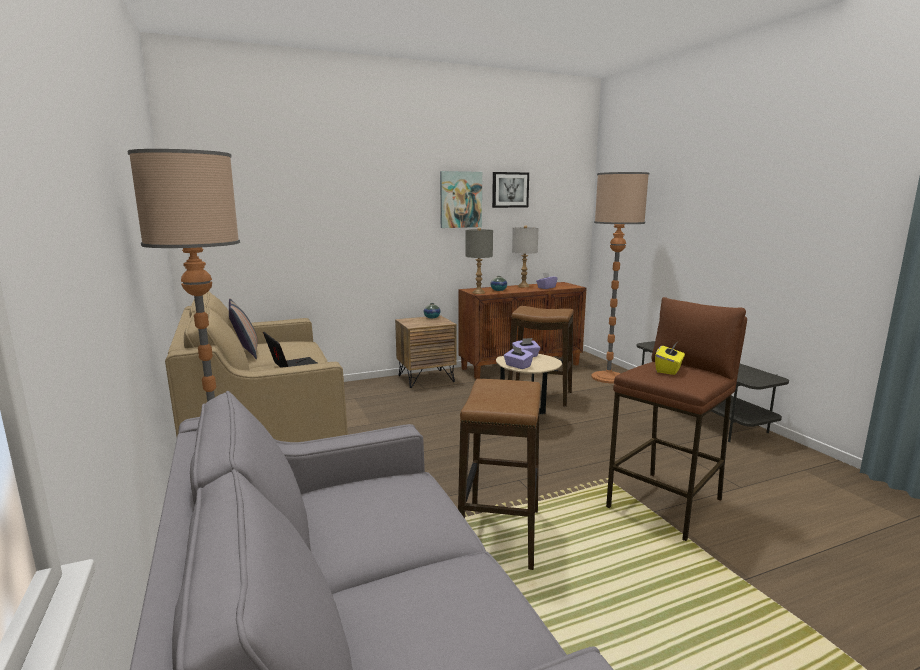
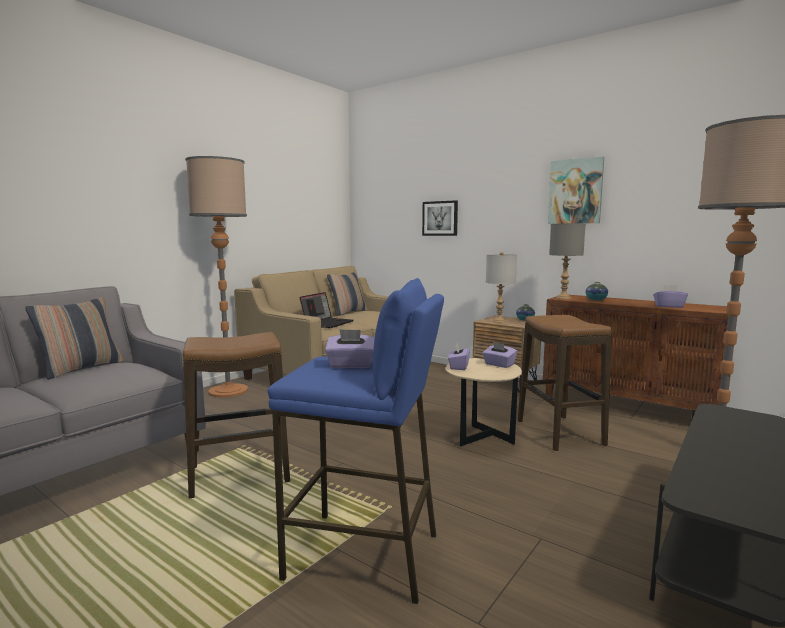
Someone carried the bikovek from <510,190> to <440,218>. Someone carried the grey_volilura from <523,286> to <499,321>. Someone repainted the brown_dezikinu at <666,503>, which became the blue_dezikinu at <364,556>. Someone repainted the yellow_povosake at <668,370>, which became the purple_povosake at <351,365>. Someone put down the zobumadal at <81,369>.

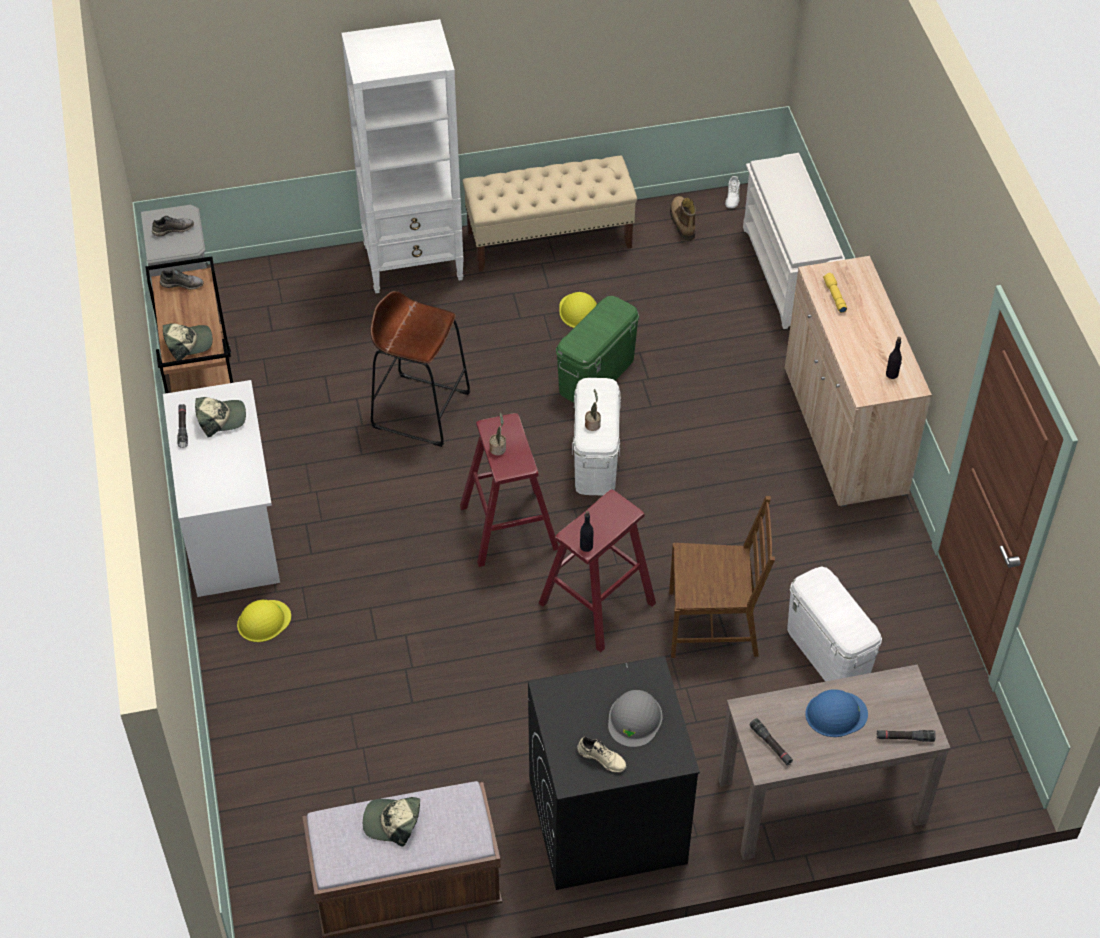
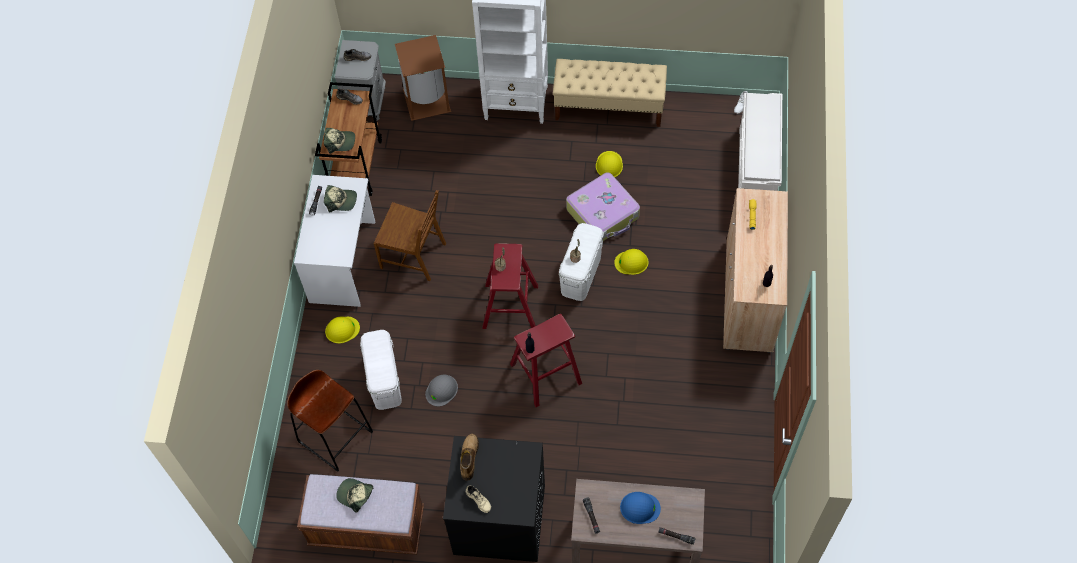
Someone carried the brown_dezikinu from <420,409> to <335,436>. Someone swapped the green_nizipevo at <596,374> for the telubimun at <603,213>. Someone carried the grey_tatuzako from <635,719> to <441,390>. Someone carried the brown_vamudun from <714,624> to <414,255>. Someone carried the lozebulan from <682,222> to <468,458>. Someone carried the white_nizipevo from <828,652> to <384,381>. Someone put down the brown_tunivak at <427,99>. Someone put down the yellow_tatuzako at <631,262>.

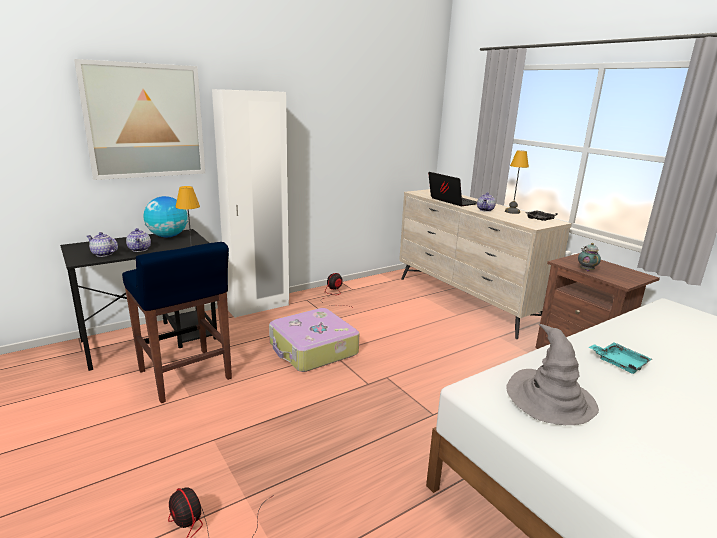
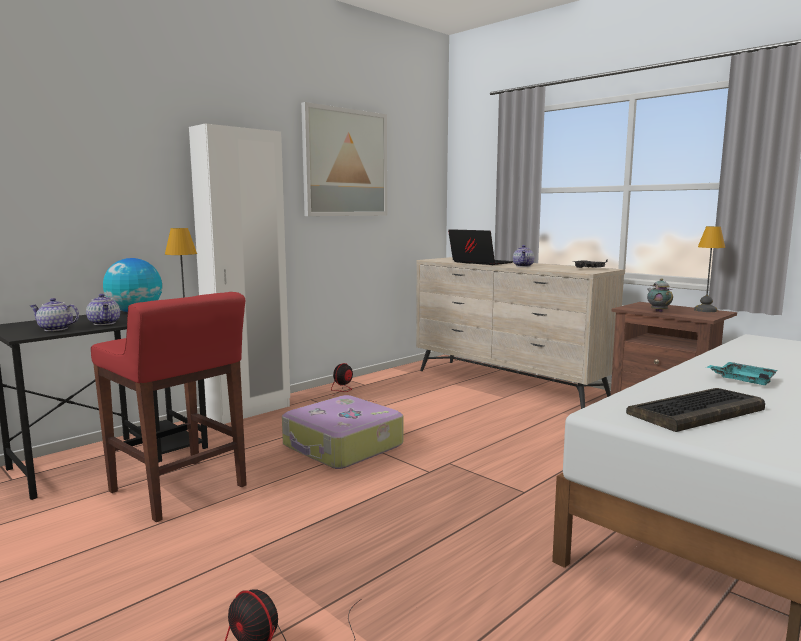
Someone carried the bikovek from <145,121> to <345,163>. Someone repainted the blue_dezikinu at <185,376>, which became the red_dezikinu at <179,490>. Someone carried the volilura from <511,211> to <704,310>. Someone swapped the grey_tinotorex at <550,400> for the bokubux at <696,412>.

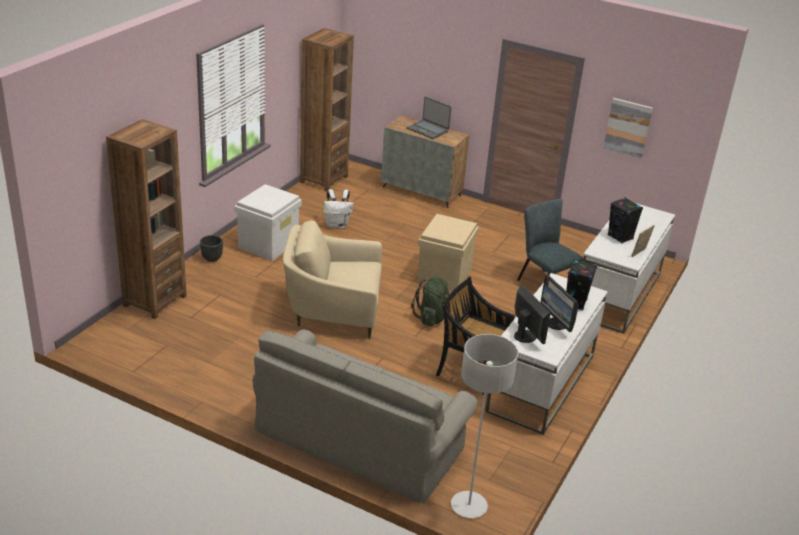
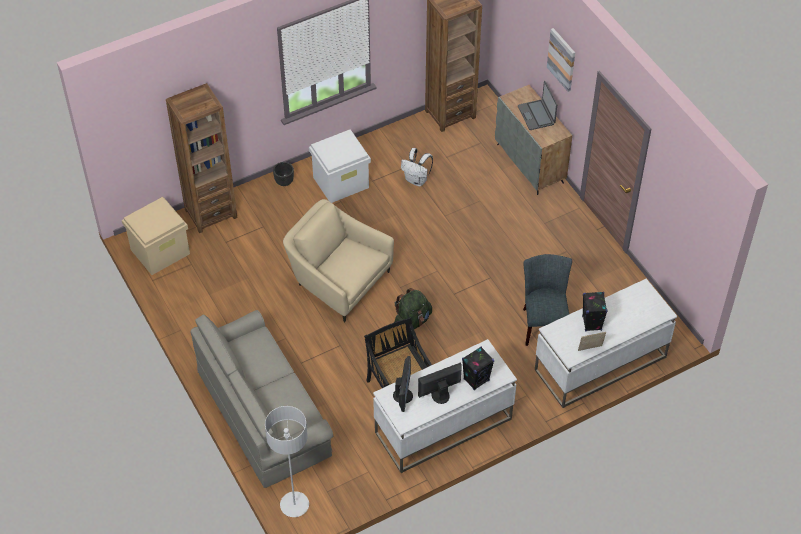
Someone carried the beige_nizipevo from <444,274> to <160,251>. Someone rotated the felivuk at <557,324> by 60 degrees clockwise. Someone carried the bikovek from <628,127> to <562,59>.

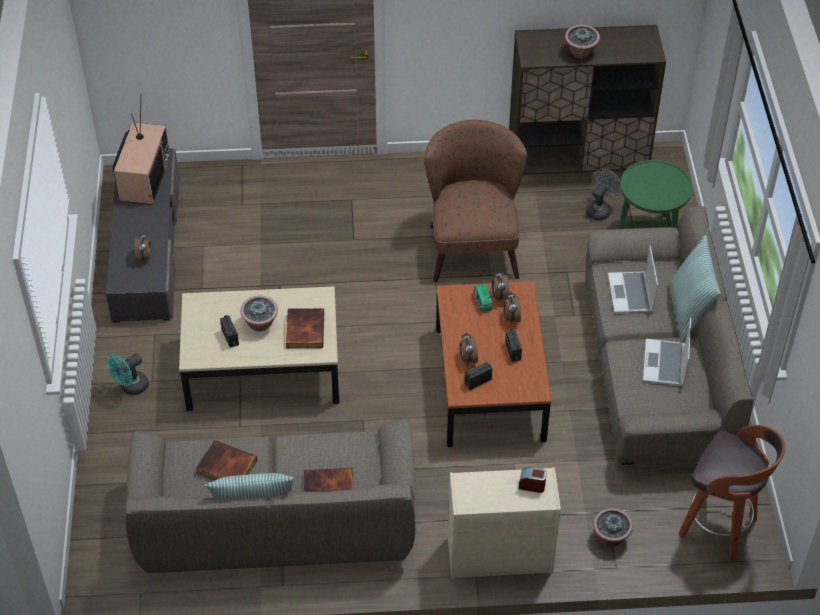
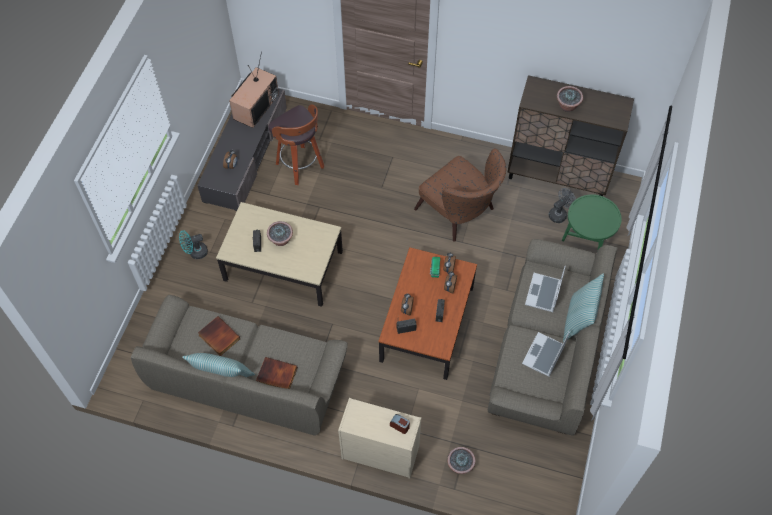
Someone took away the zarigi at <304,330>. Someone rotated the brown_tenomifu at <472,243> by 120 degrees clockwise. Someone carried the dezikinu from <720,528> to <301,166>.

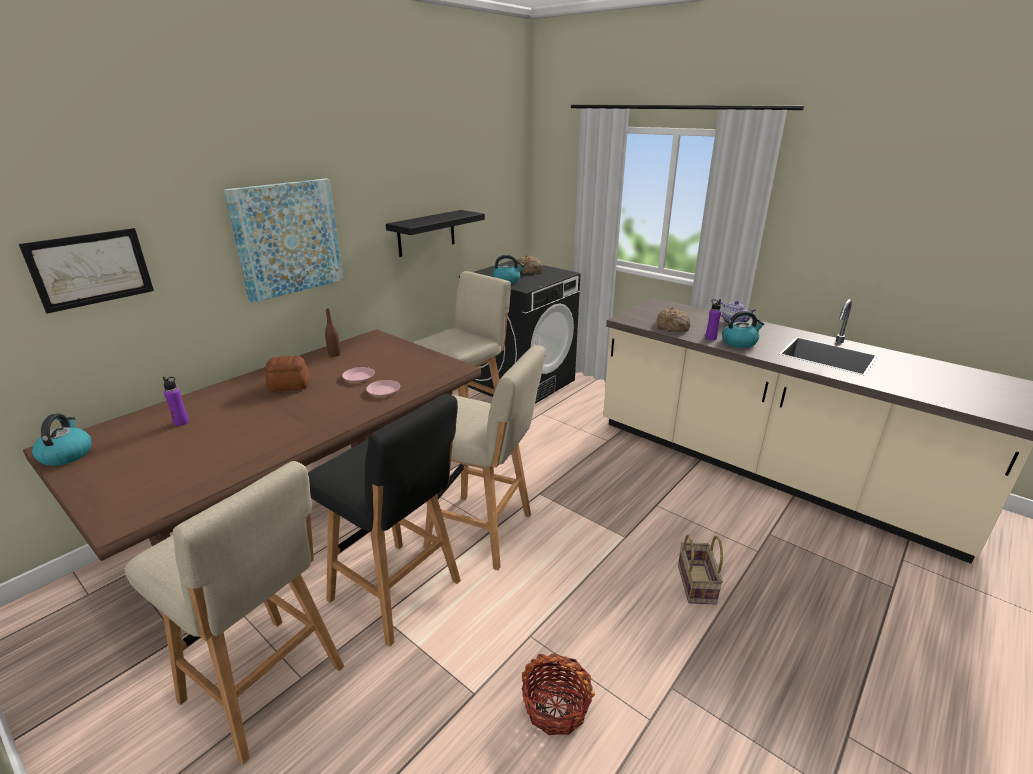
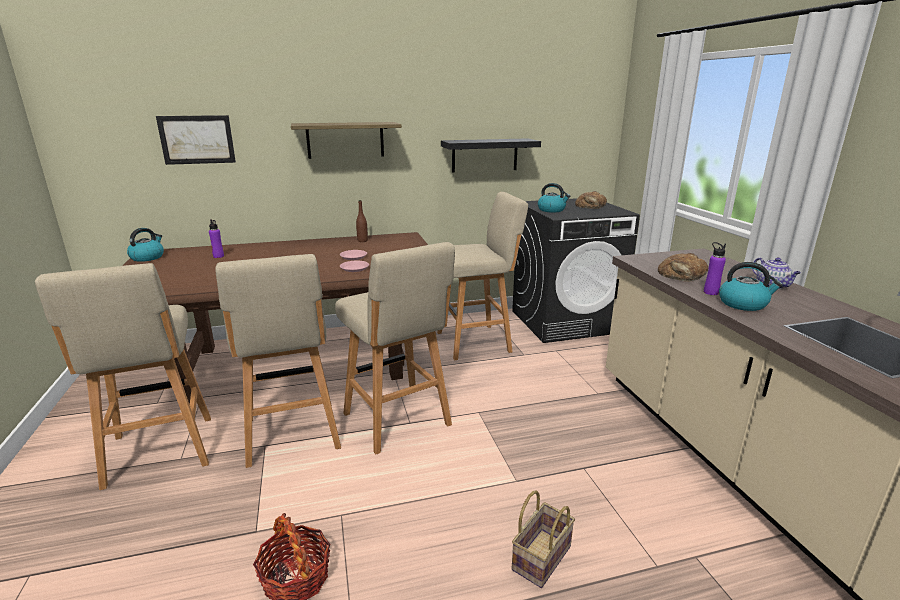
Someone swapped the bikovek at <288,238> for the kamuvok at <345,140>. Someone took away the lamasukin at <290,386>. Someone repainted the black_dezikinu at <398,592>, which became the beige_dezikinu at <292,435>.

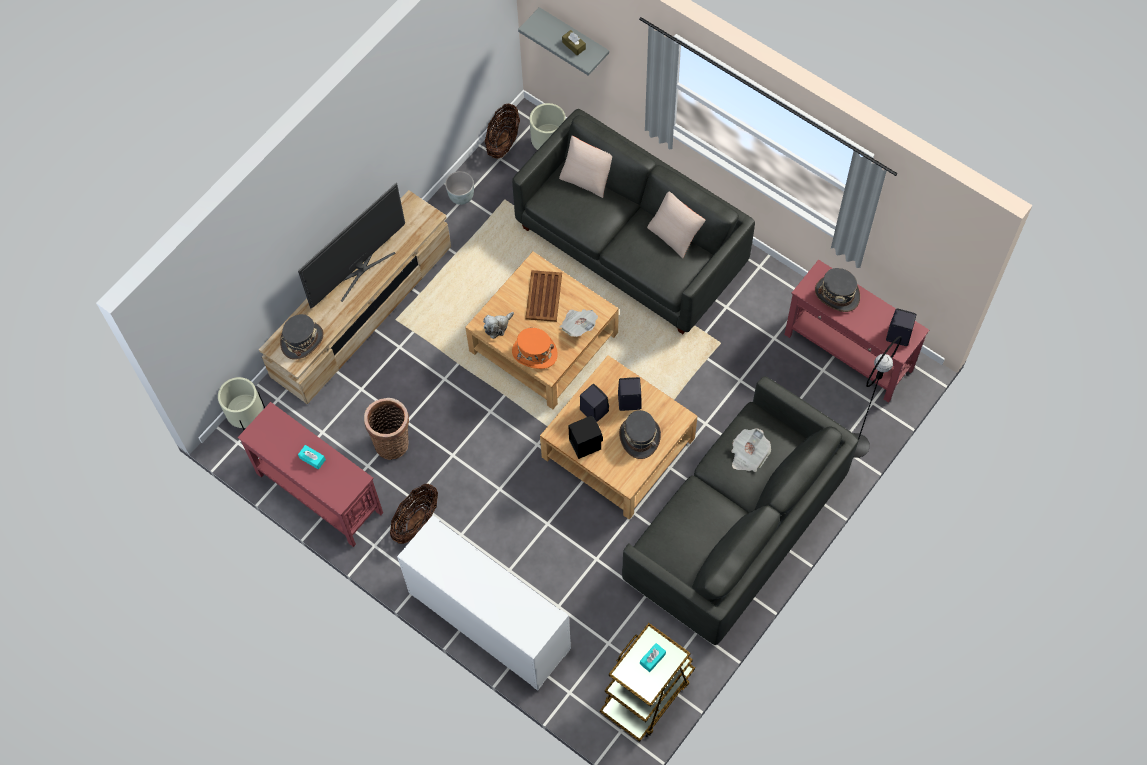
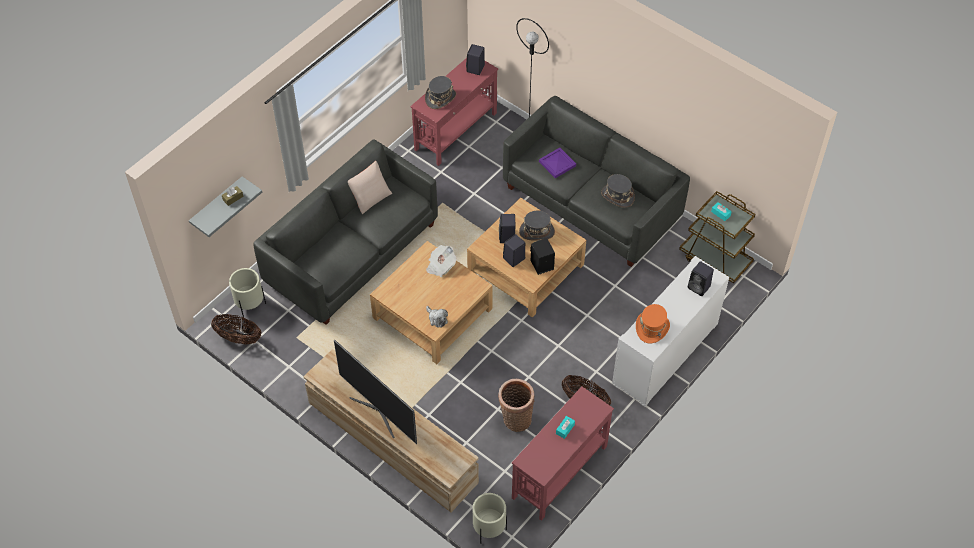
Someone carried the grey_tinotorex from <302,340> to <617,196>. Someone took away the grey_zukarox at <461,196>. Someone carried the orange_tinotorex from <534,353> to <652,328>. Someone took away the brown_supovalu at <543,297>. Someone took away the beige_zobumadal at <587,177>. Someone swapped the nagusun at <748,455> for the purple_supovalu at <558,164>. Someone put down the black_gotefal at <699,287>.

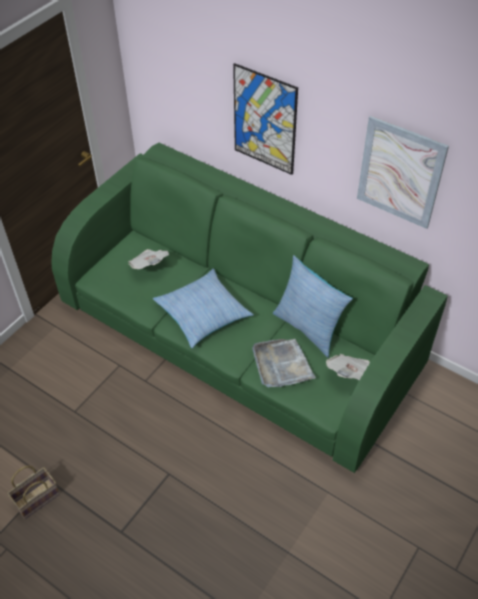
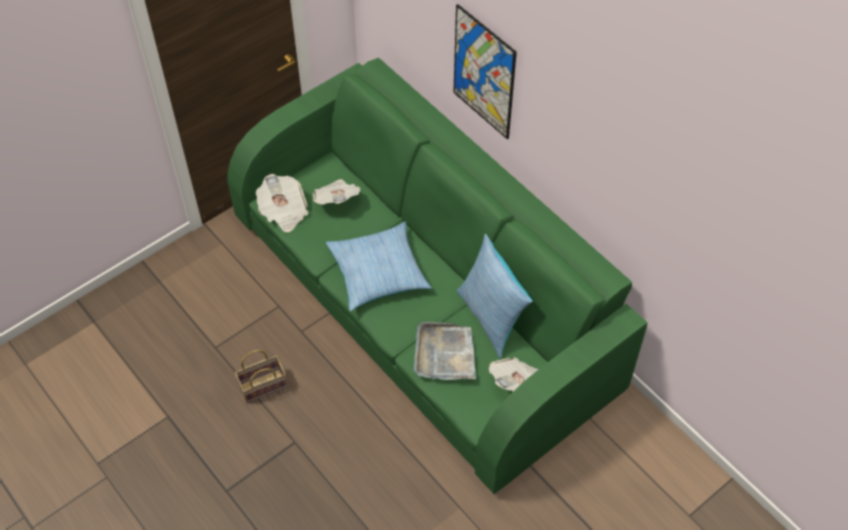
Someone carried the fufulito from <37,497> to <264,385>. Someone took away the bikovek at <400,173>. Someone put down the nagusun at <283,211>.

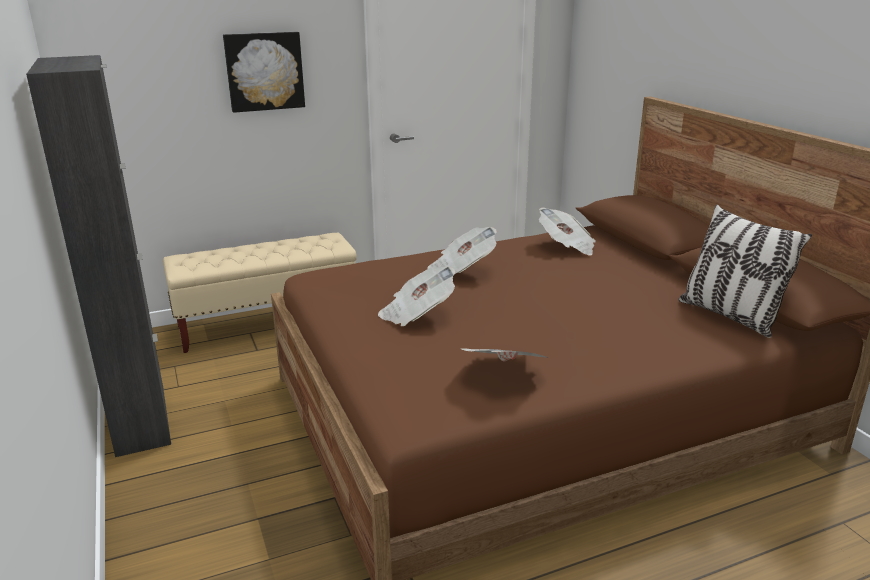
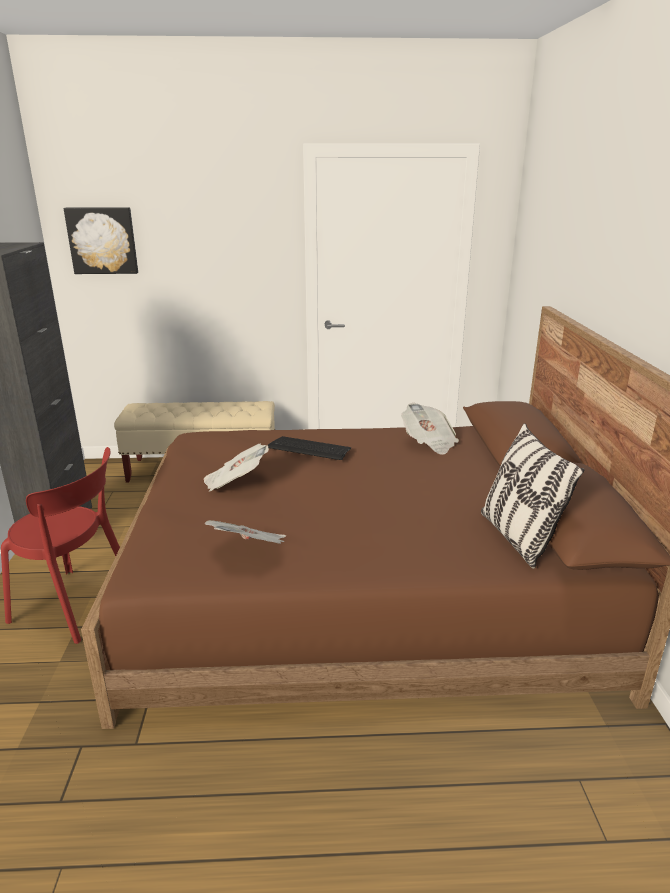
Someone carried the bikovek from <264,71> to <103,240>. Someone swapped the nagusun at <462,269> for the bokubux at <309,449>. Someone put down the red_vamudun at <78,605>.

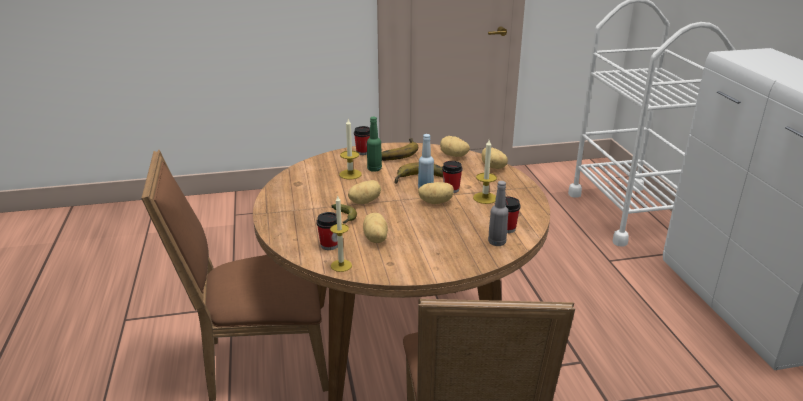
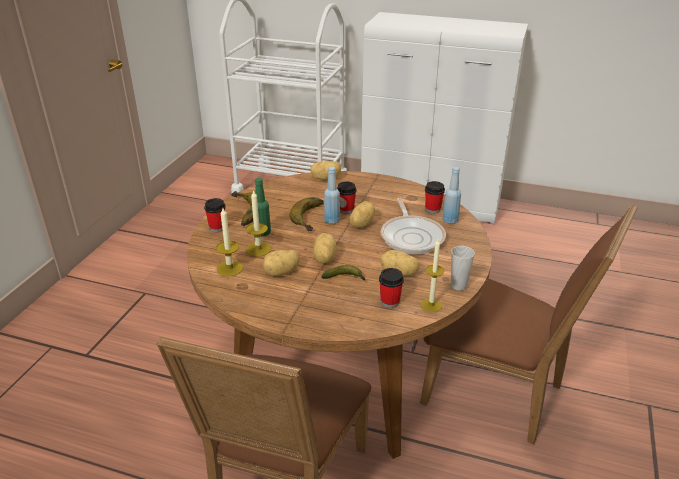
Someone carried the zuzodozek from <453,155> to <282,272>. Someone carried the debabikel from <485,198> to <230,268>. Someone repainted the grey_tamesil at <497,242>, which became the blue_tamesil at <450,220>. Someone put down the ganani at <412,236>. Someone put down the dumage at <458,285>.

